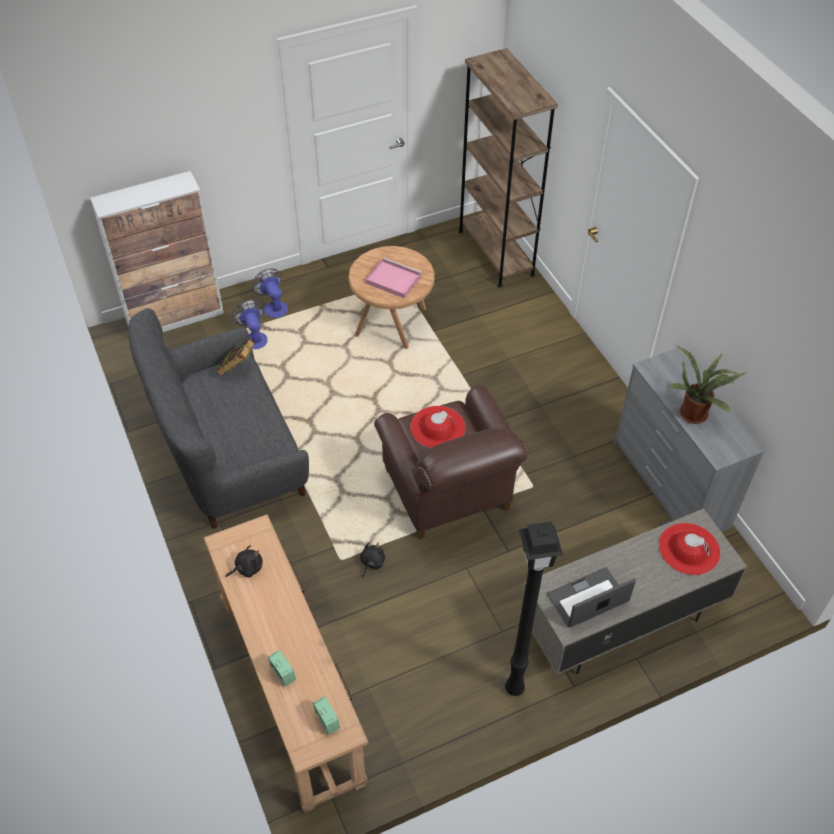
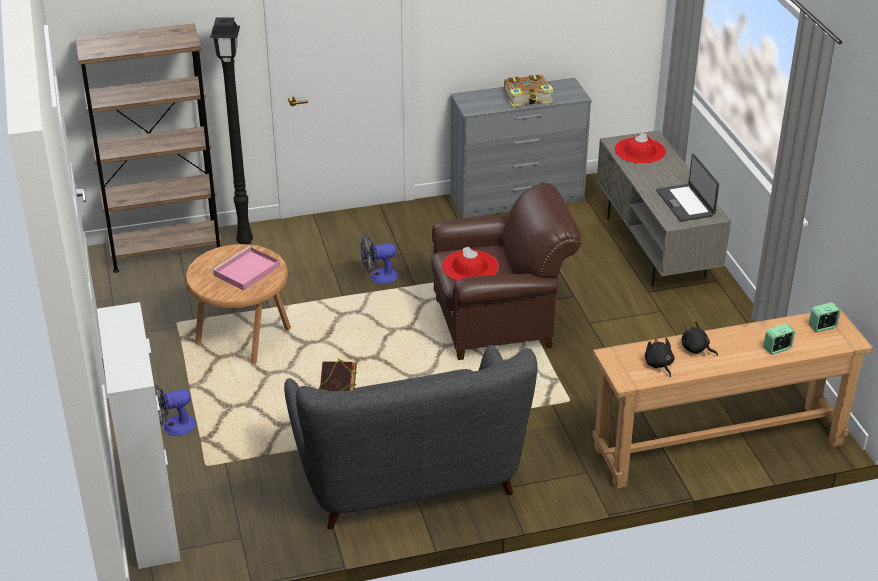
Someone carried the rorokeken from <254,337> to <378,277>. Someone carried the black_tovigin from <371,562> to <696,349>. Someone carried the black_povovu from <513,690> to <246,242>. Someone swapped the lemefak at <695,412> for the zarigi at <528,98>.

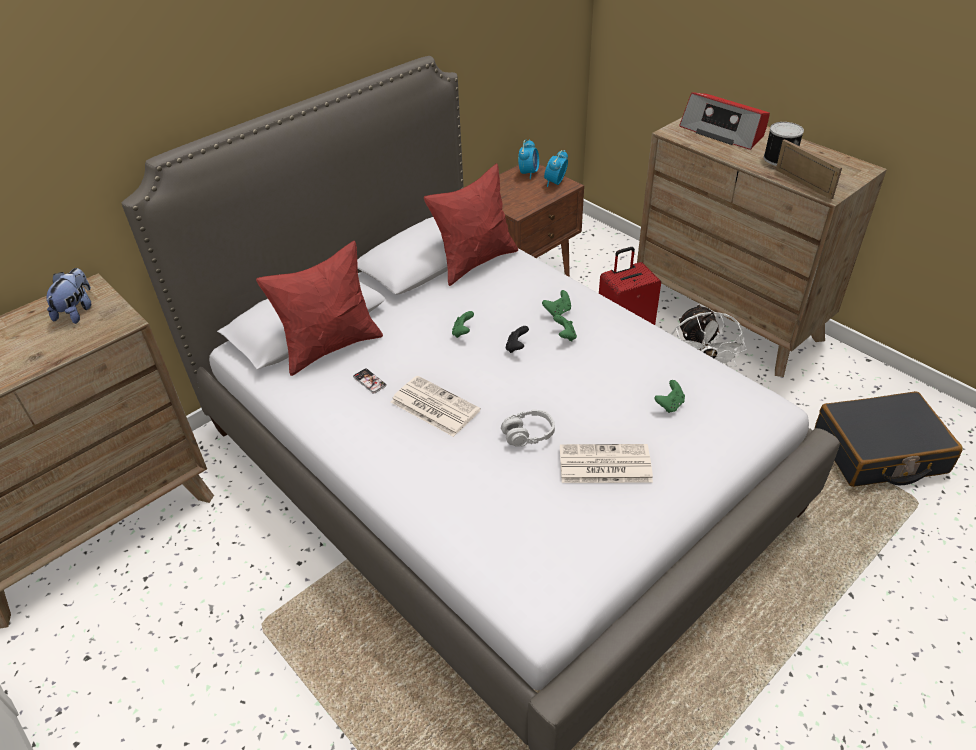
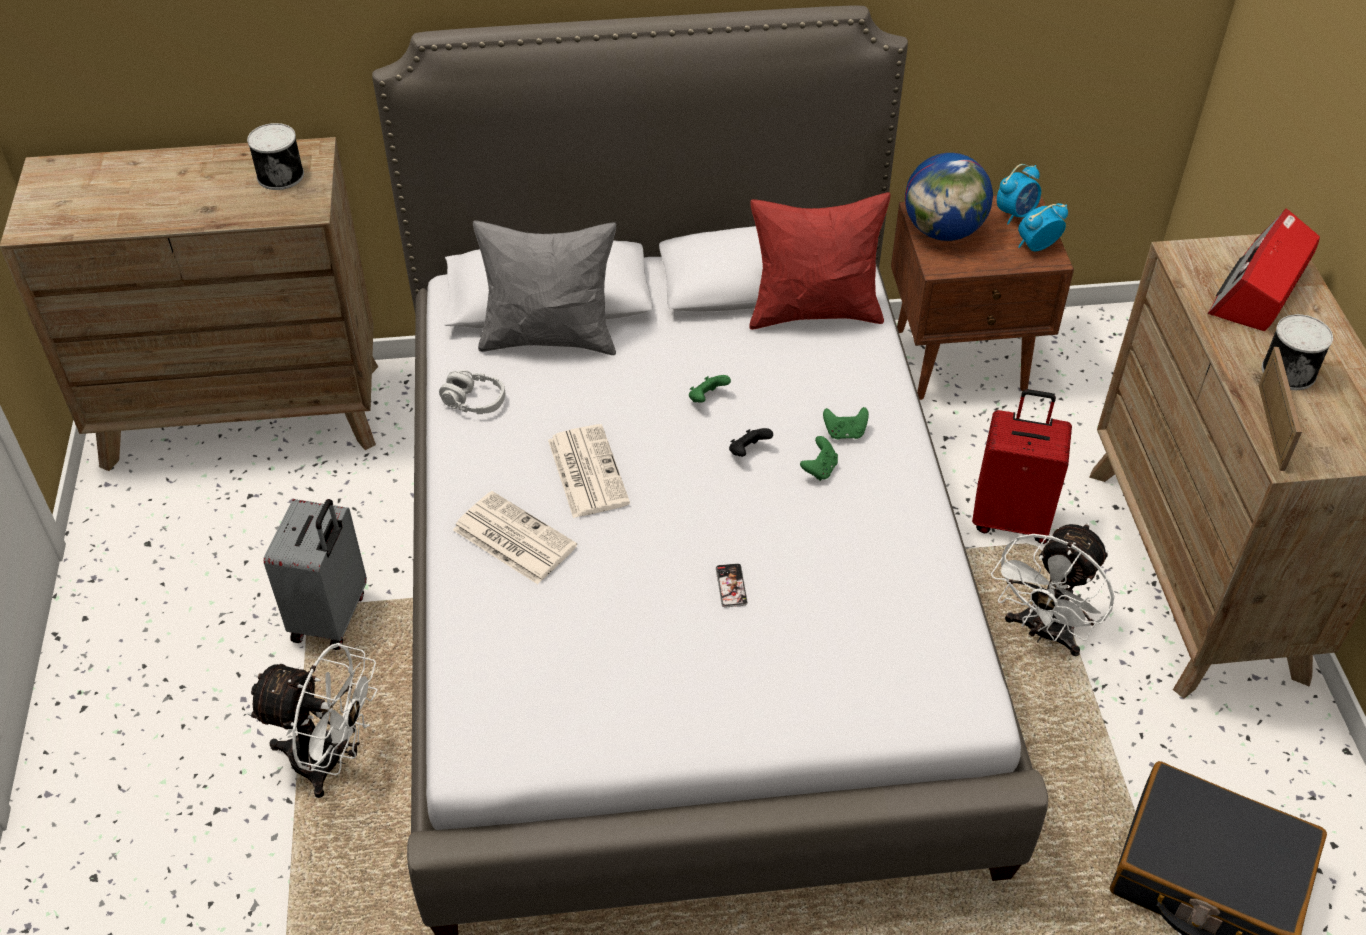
Someone swapped the tovigin at <77,311> for the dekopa at <281,175>. Someone repainted the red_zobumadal at <331,346>, which became the grey_zobumadal at <550,338>. Someone carried the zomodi from <369,381> to <731,586>. Someone carried the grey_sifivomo from <528,434> to <474,401>. Someone carried the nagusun from <603,465> to <512,538>. Someone took away the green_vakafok at <669,405>. Someone rotated the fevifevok at <723,132> by 45 degrees clockwise. Someone put down the white_rorokeken at <330,761>. Someone put down the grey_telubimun at <332,617>. Someone put down the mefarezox at <943,231>.

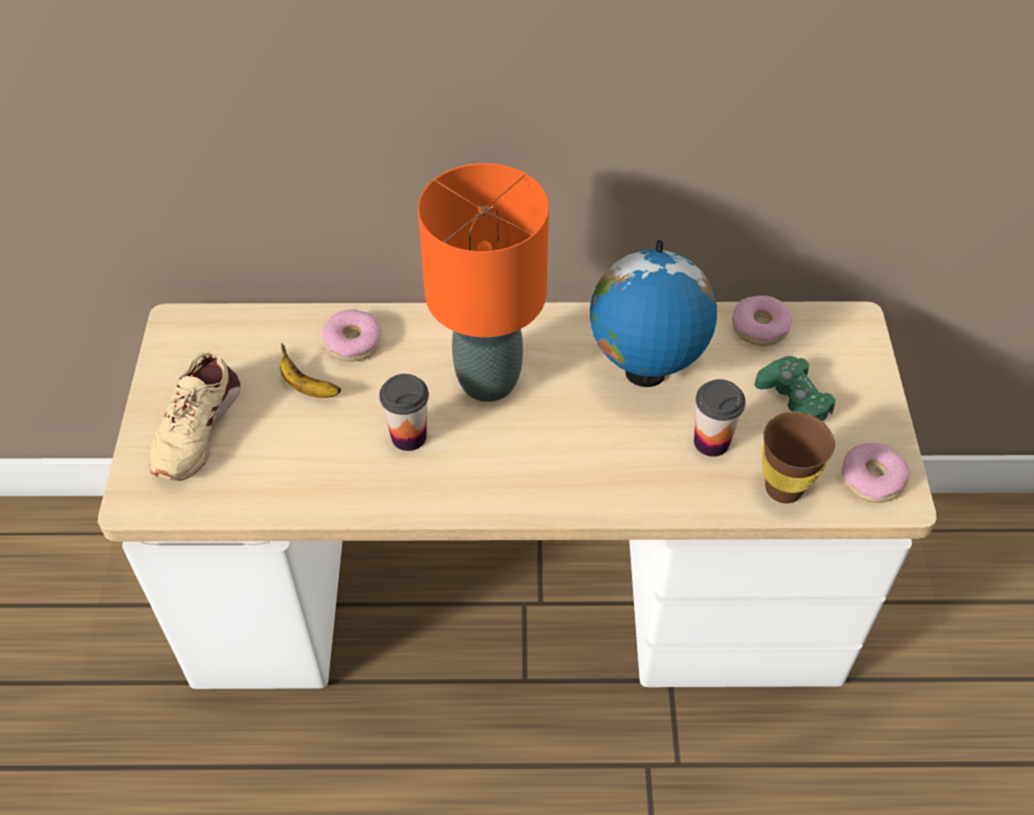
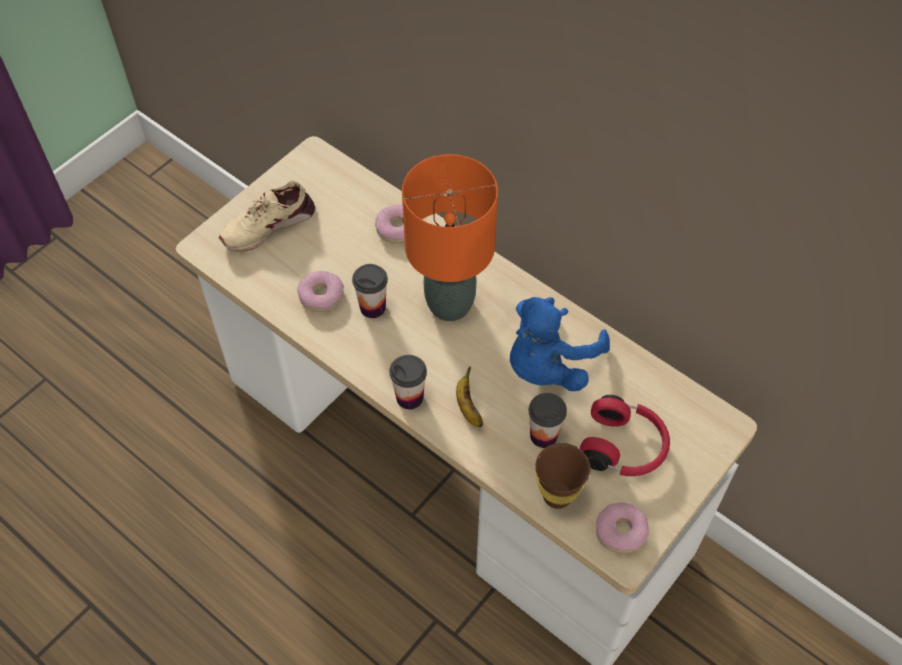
Someone carried the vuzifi from <307,388> to <468,406>. Someone swapped the mefarezox at <644,373> for the blue_tovigin at <548,364>. Someone carried the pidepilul from <759,327> to <321,295>. Someone swapped the green_vakafok at <793,401> for the red_sifivomo at <624,447>. Someone put down the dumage at <409,397>.

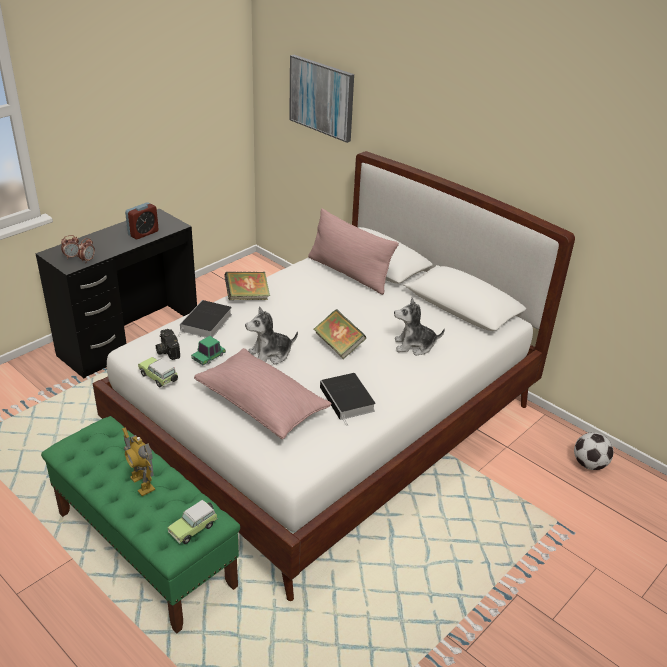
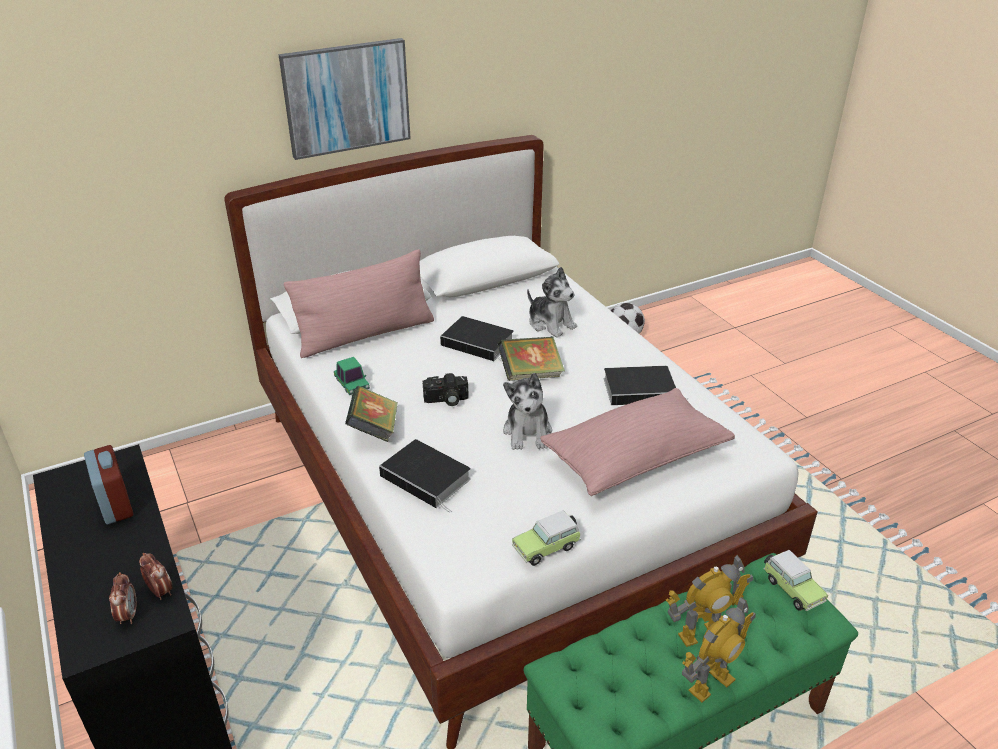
Someone carried the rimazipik from <166,350> to <446,400>. Someone carried the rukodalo from <209,357> to <352,384>. Someone carried the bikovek from <322,97> to <346,97>. Someone rotated the tovigin at <414,346> by 60 degrees counterclockwise. Someone put down the zarigi at <479,343>. Someone put down the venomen at <710,684>.

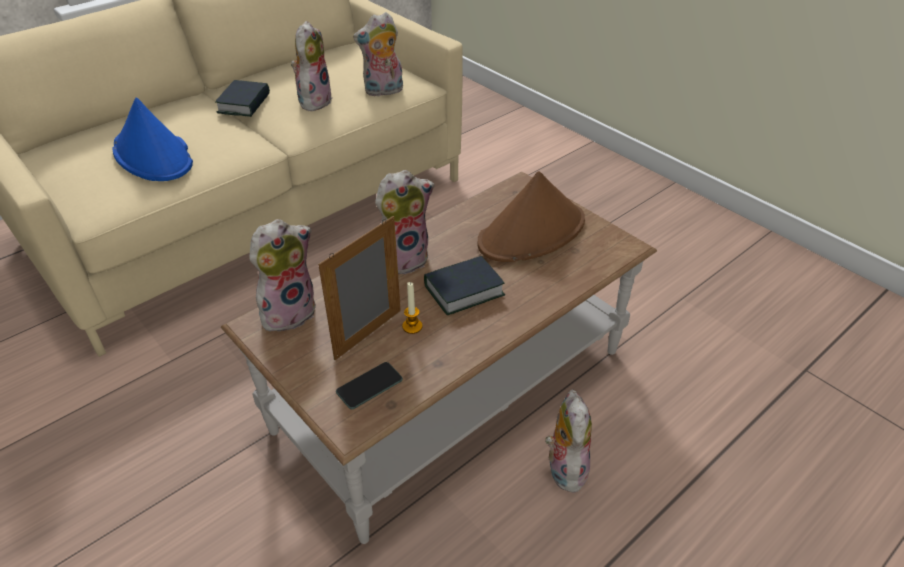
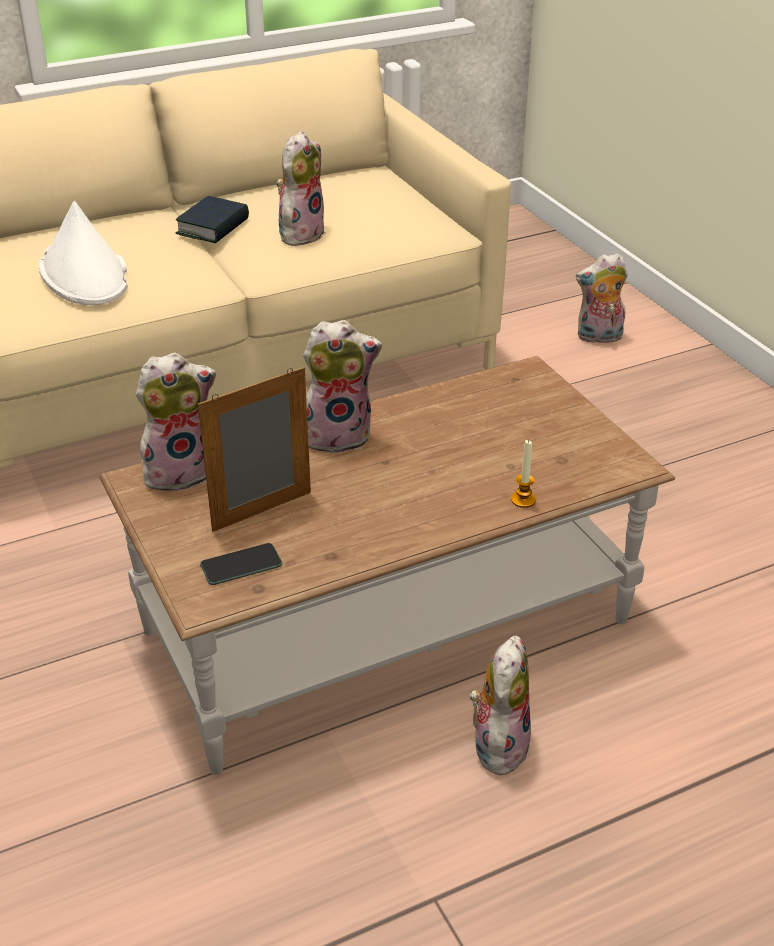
Someone repainted the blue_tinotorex at <153,155>, which became the white_tinotorex at <84,274>. Someone carried the tovigin from <383,91> to <598,338>. Someone carried the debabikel from <412,326> to <523,500>. Someone took away the zarigi at <463,290>. Someone took away the brown_tinotorex at <532,232>.

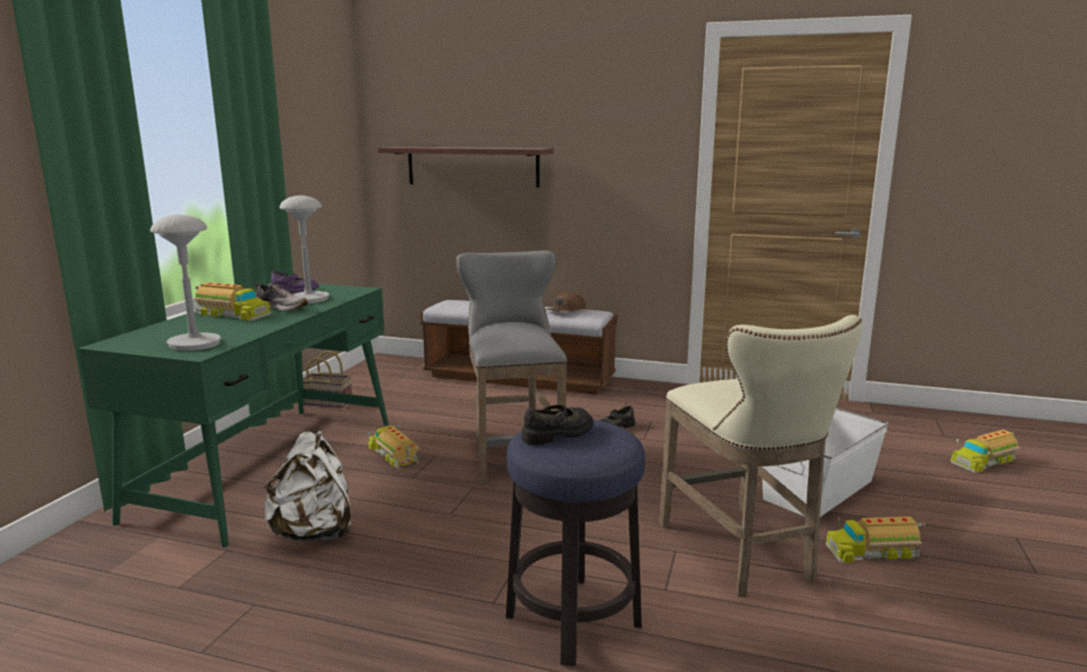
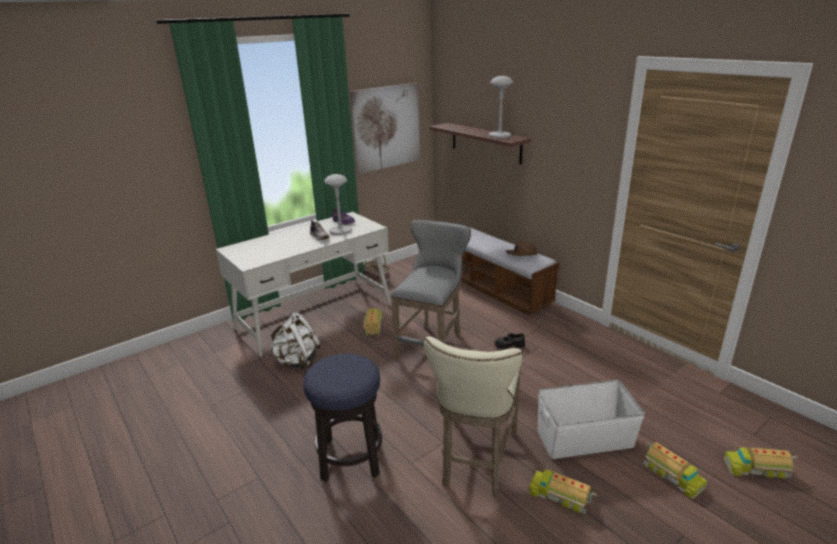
Someone repainted the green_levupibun at <271,467>, which became the white_levupibun at <315,315>. Someone carried the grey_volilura from <194,344> to <499,136>. Someone carried the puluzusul from <231,314> to <672,476>. Someone took away the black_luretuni at <558,434>. Someone put up the bikovek at <386,127>.

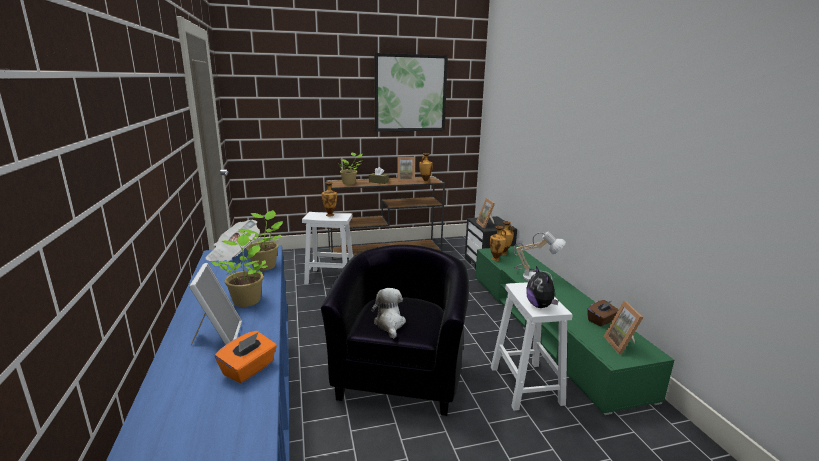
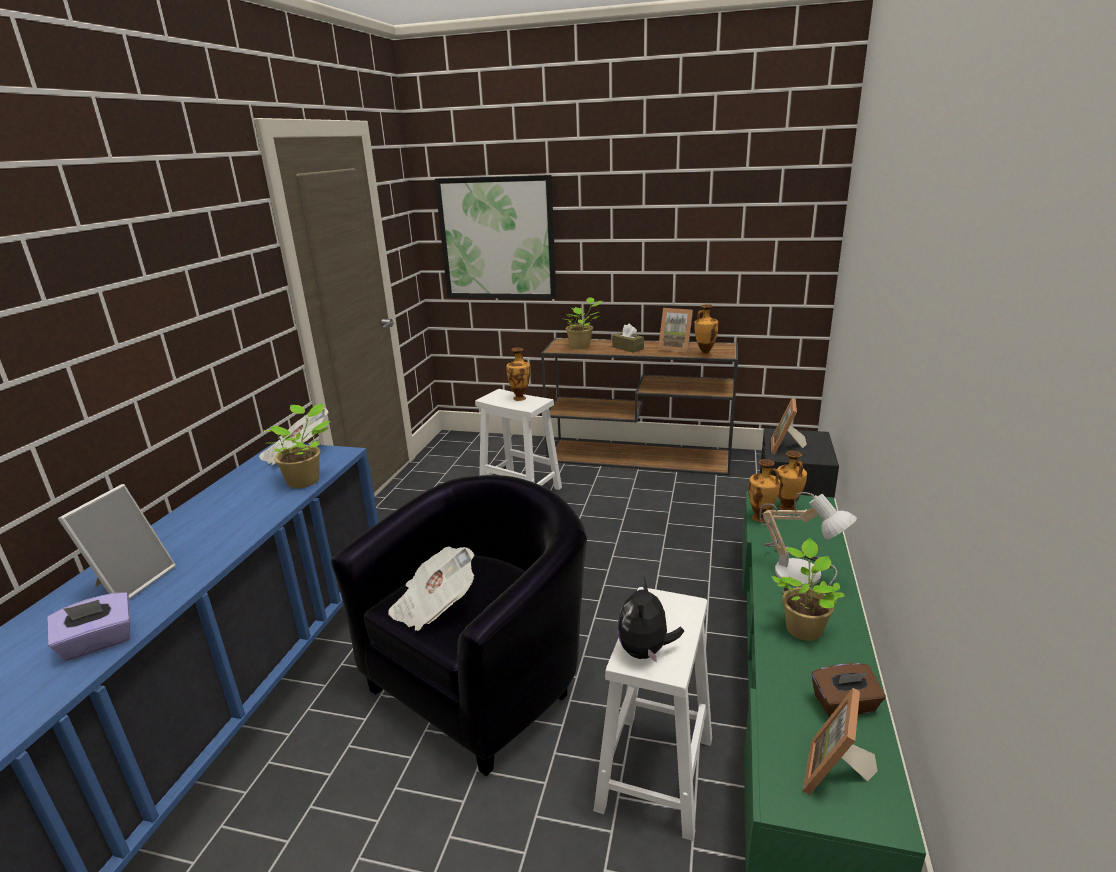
Someone carried the lemefak from <246,300> to <803,627>. Someone repainted the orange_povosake at <249,369>, which became the purple_povosake at <99,643>. Someone swapped the tovigin at <389,324> for the nagusun at <434,606>. Someone carried the bikovek from <410,93> to <497,239>.

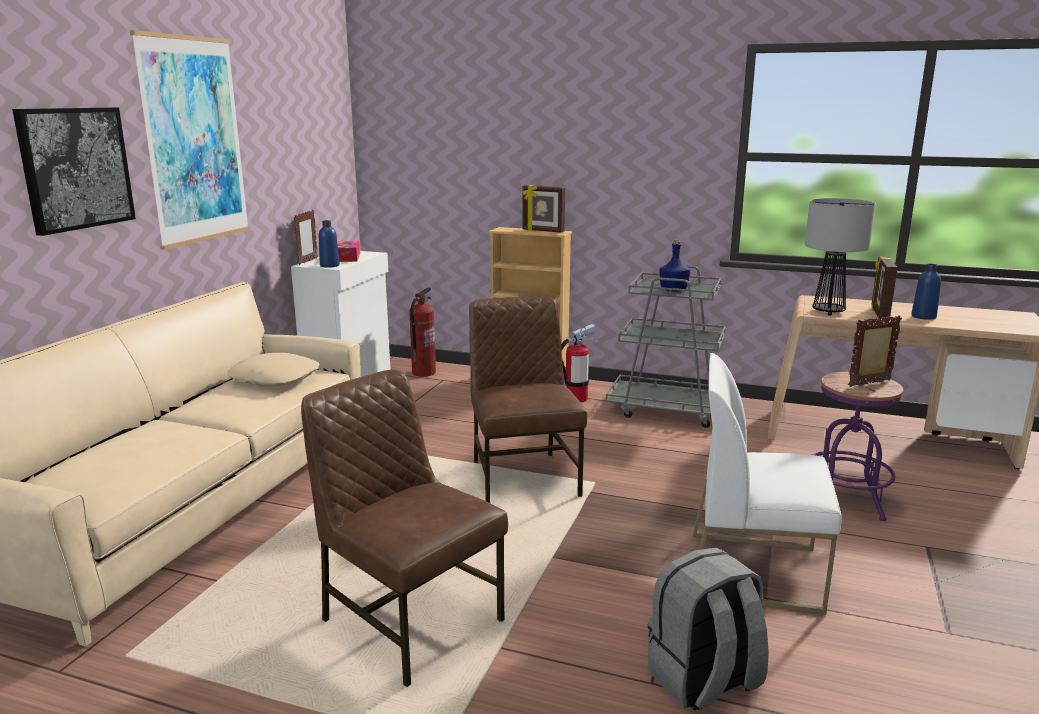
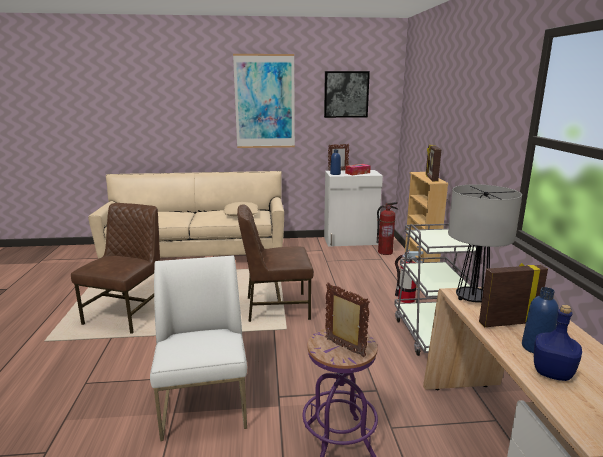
Someone carried the bikovek from <76,168> to <346,94>. Someone rotated the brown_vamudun at <523,477> by 150 degrees counterclockwise. Someone took away the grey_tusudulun at <703,681>. Someone carried the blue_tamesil from <673,290> to <551,372>.

